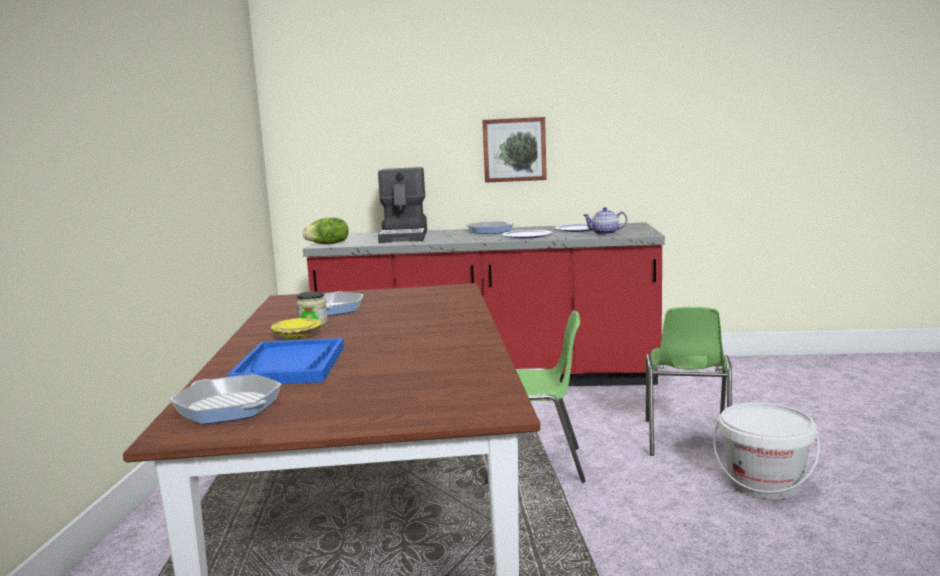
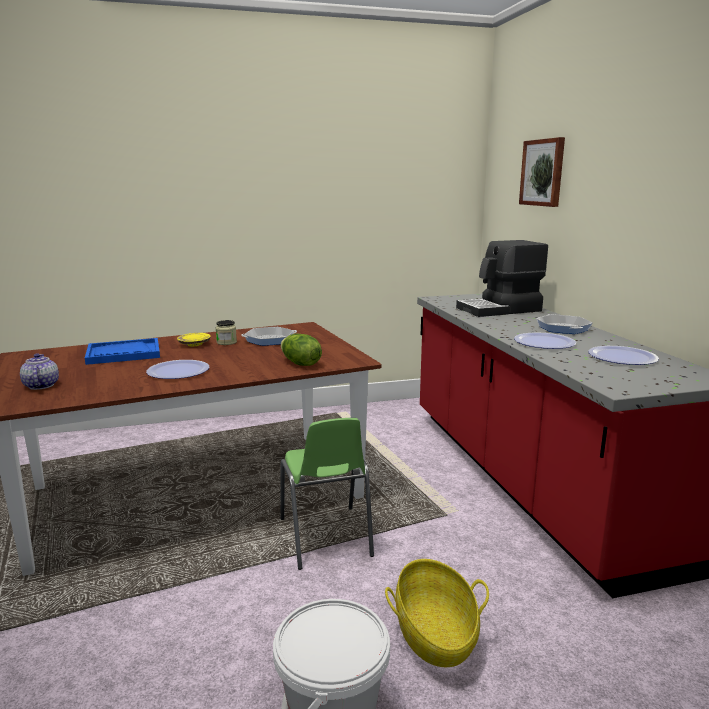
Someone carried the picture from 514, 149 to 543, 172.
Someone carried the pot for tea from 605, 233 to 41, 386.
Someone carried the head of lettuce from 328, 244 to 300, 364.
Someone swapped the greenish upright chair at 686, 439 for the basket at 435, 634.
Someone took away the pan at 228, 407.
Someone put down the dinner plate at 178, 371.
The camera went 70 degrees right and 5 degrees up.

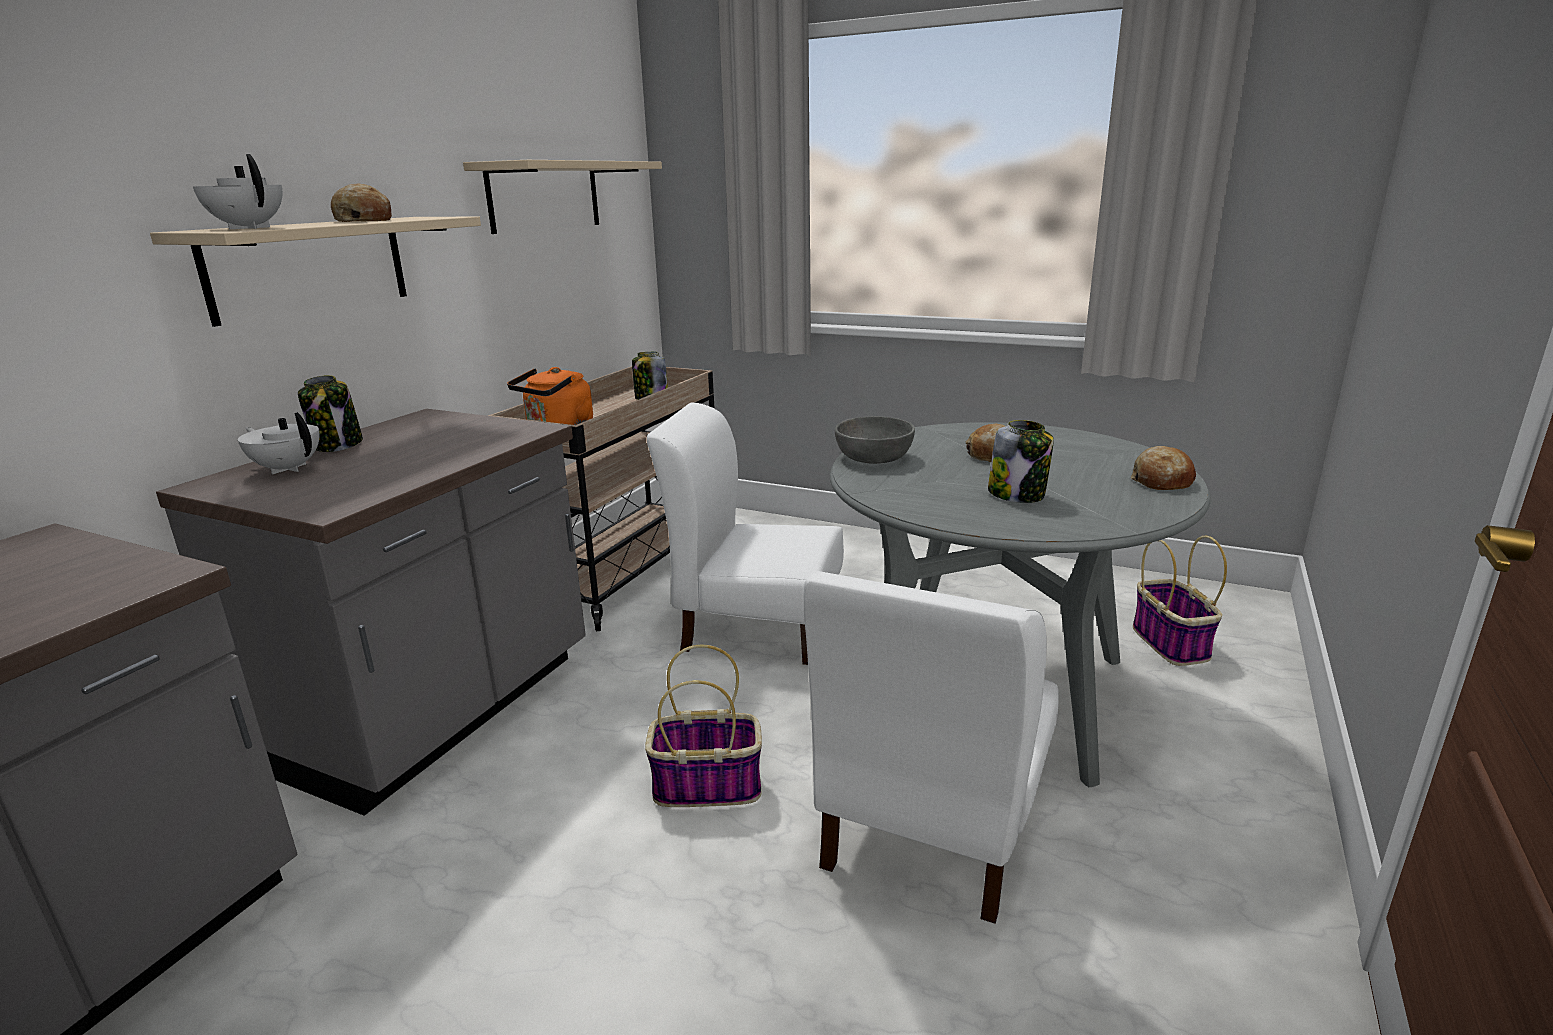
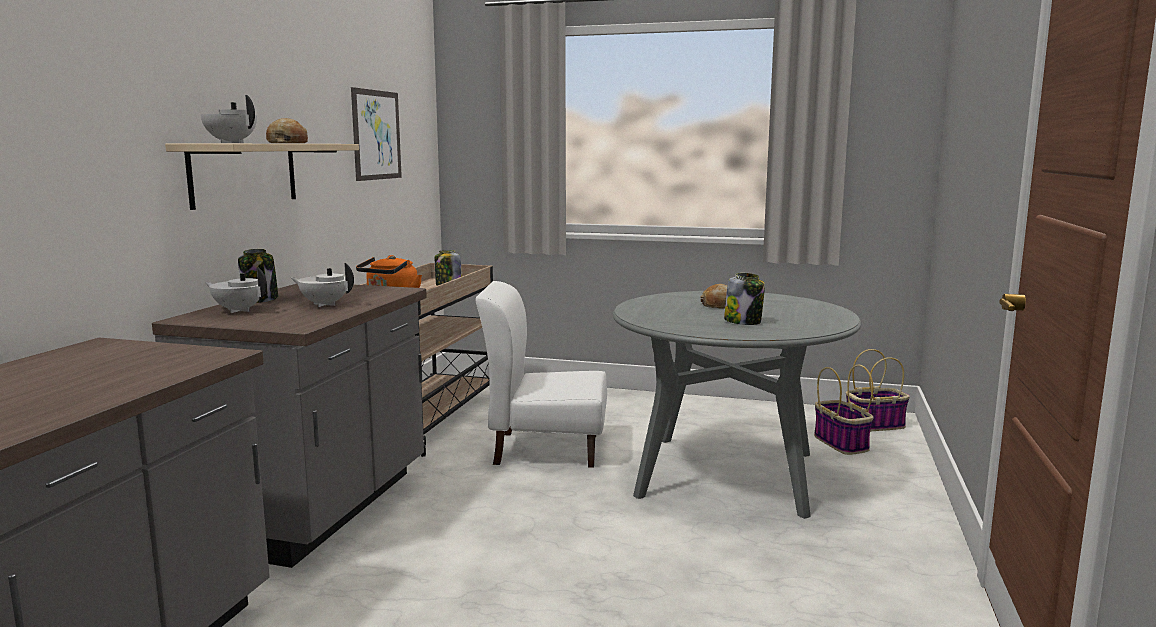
Someone swapped the beige bracket shelf at 545, 196 for the picture at 376, 135.
Someone took away the greyish serving bowl at 874, 457.
Someone took away the bakery bread at 1161, 481.
Someone took away the whitish upright chair at 929, 829.
Someone carried the basket from 709, 786 to 875, 425.
Someone put down the whitish pot for tea at 324, 304.
The camera went 10 degrees left and 10 degrees down.

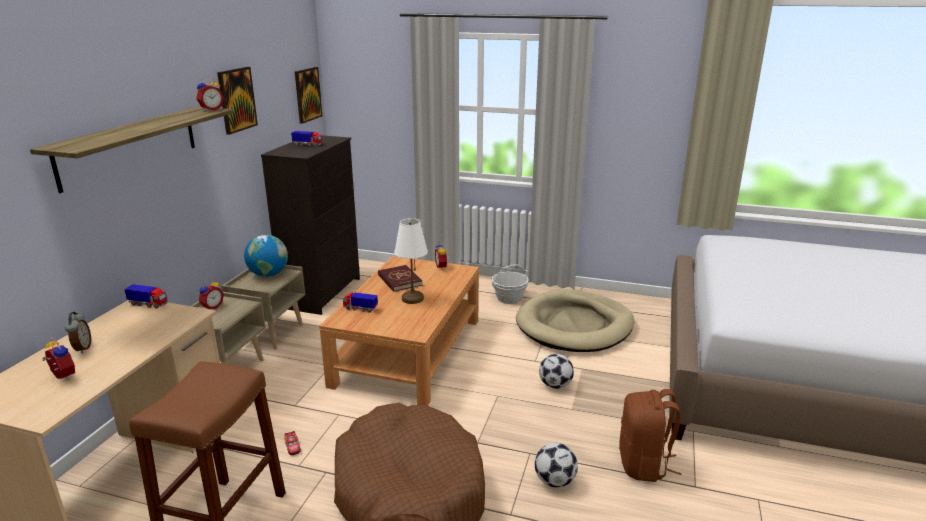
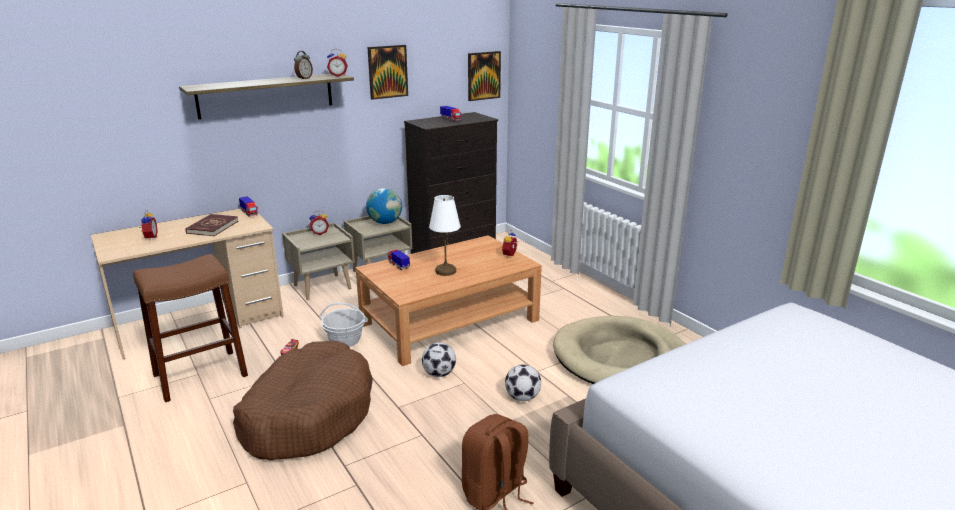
Someone carried the basket from 509, 298 to 345, 340.
Someone carried the red bound book from 399, 280 to 212, 227.
Someone carried the bedside clock from 82, 348 to 304, 79.
Someone carried the football from 554, 481 to 439, 374.
The camera went 40 degrees right and 0 degrees up.

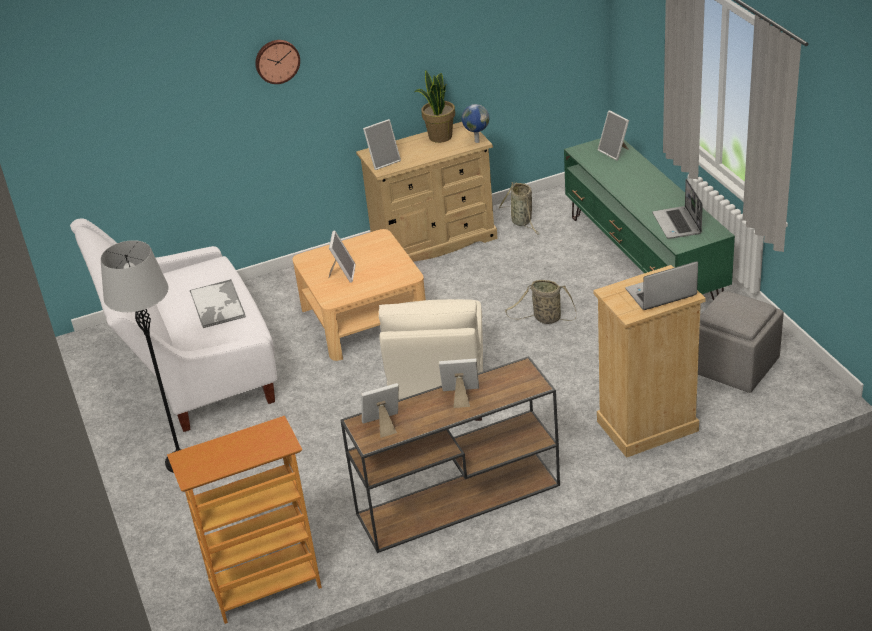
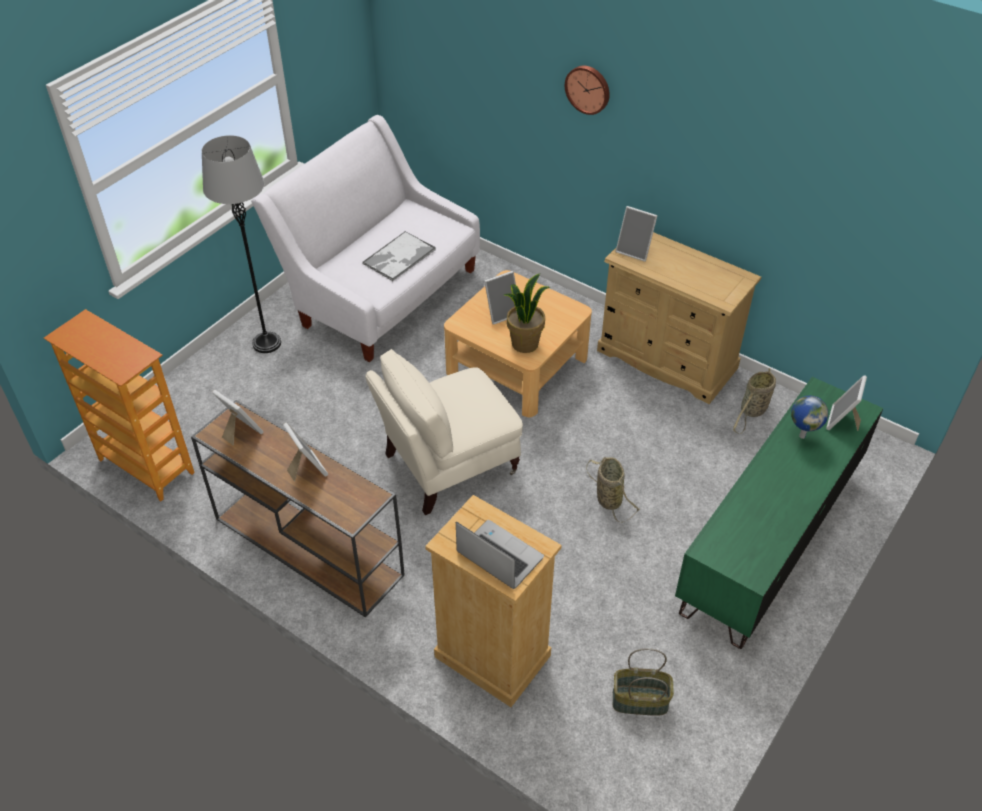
Someone carried the houseplant from 440, 137 to 524, 343.
Someone carried the globe from 476, 141 to 802, 435.
Someone took away the notebook computer at 677, 224.
Someone swapped the greyish pouffe at 734, 367 for the basket at 639, 701.
The camera went 55 degrees right and 10 degrees up.

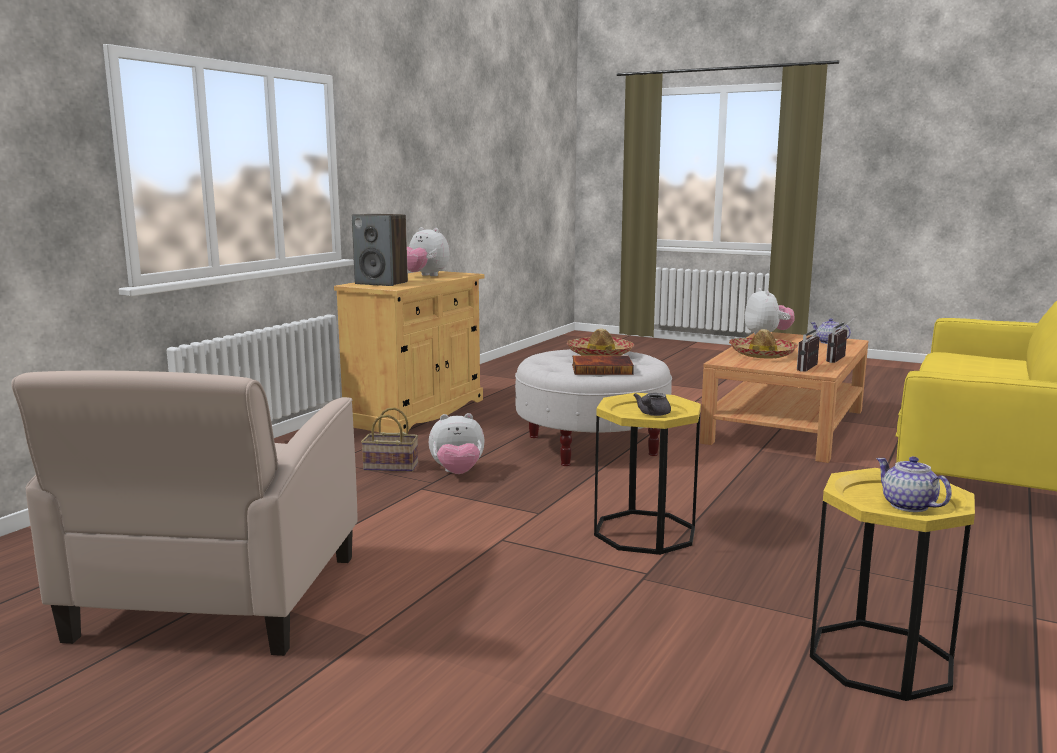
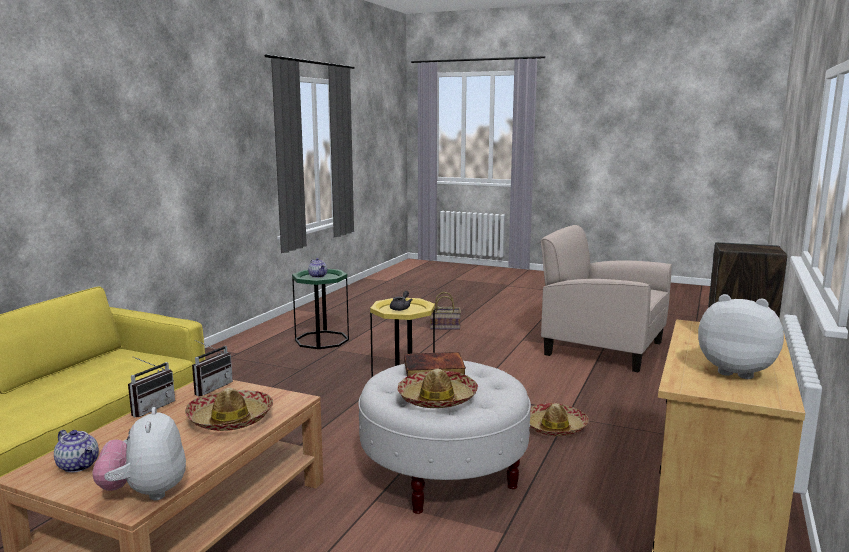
Someone rotated the beige lounge chair at 217, 599 by 60 degrees counterclockwise.
Someone carried the basket from 389, 467 to 445, 327.
Someone swapped the cuddly toy at 457, 473 for the clothing hat at 555, 427.
Someone repainted the yellow accent table at 881, 659, which became the greenish accent table at 322, 340.
The camera went 175 degrees right and 0 degrees up.

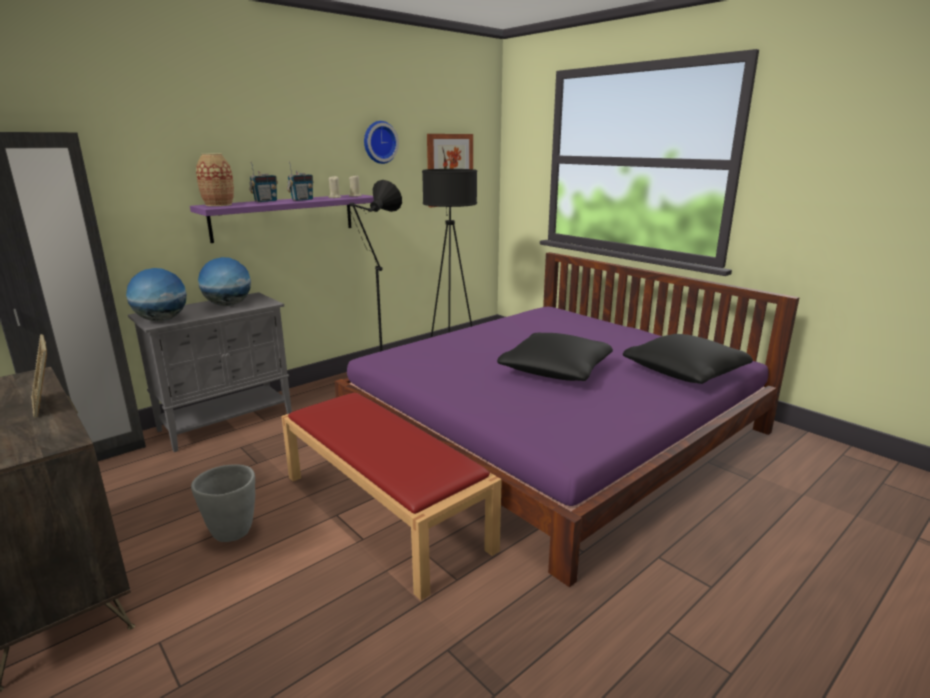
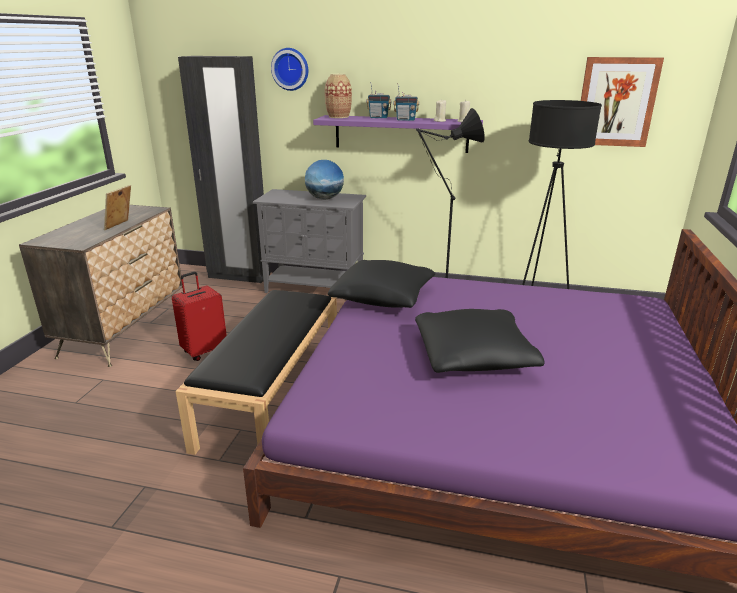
Someone carried the hanging clock from 379, 142 to 290, 69.
Someone took away the globe at 161, 320.
Someone carried the blackish pillow from 684, 373 to 383, 298.
Someone repainted the red long seat at 385, 511, which became the blackish long seat at 273, 393.
Someone swapped the greyish planter at 232, 531 for the red piece of luggage at 204, 351.
The camera went 55 degrees right and 5 degrees up.

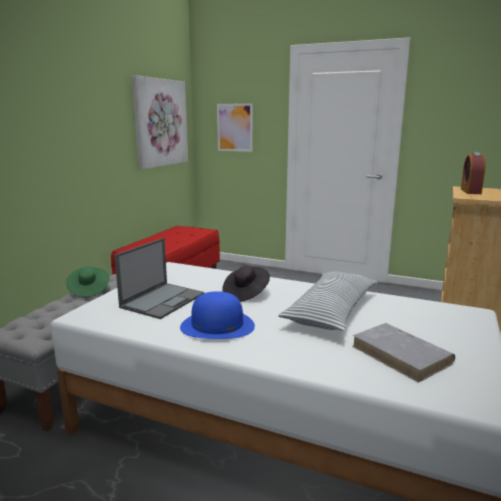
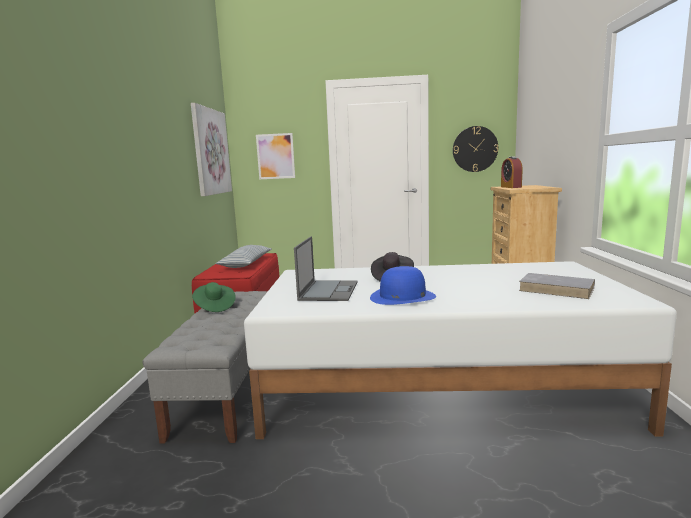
Someone carried the pillow from 331, 311 to 246, 263.
Someone put up the hanging clock at 475, 149.
The camera went 20 degrees left and 5 degrees down.

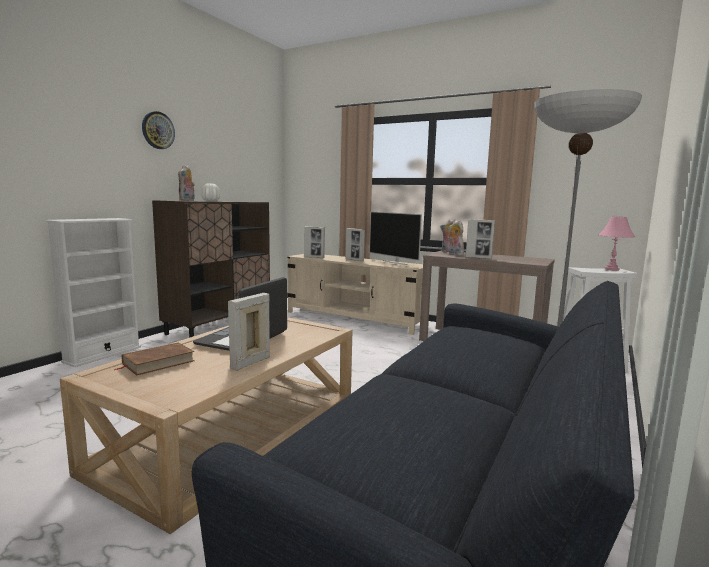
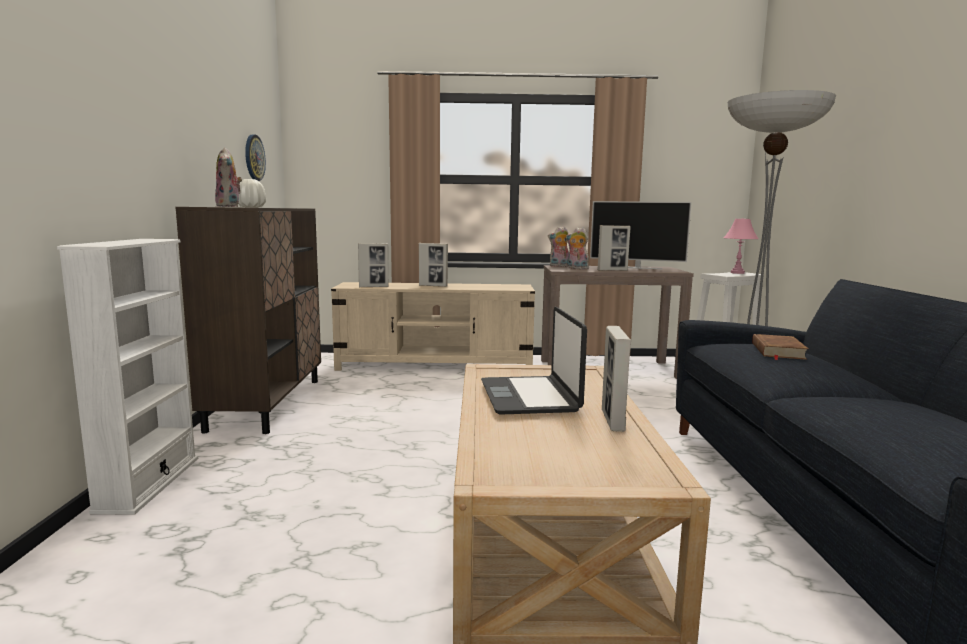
Someone carried the hanging clock from 158, 130 to 254, 157.
Someone carried the TV set from 394, 262 to 637, 268.
Someone carried the brownish bound book from 158, 362 to 777, 351.
The camera went 30 degrees left and 0 degrees up.

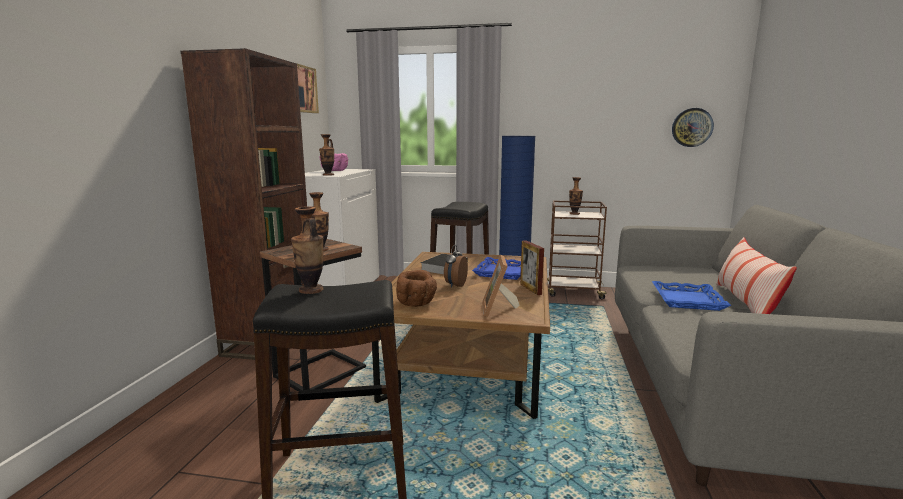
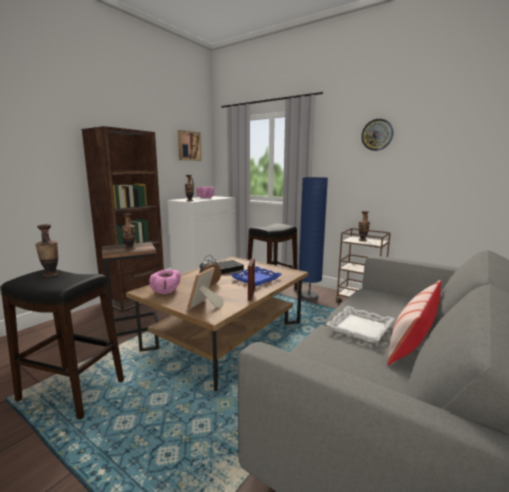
Someone carried the hanging clock from 692, 127 to 377, 135.
Someone repainted the brownish serving bowl at 417, 303, which became the pink-coloured serving bowl at 166, 291.
Someone repainted the blue-coloured serving tray at 687, 300, which became the whitish serving tray at 359, 328.
The camera went 25 degrees right and 0 degrees up.

